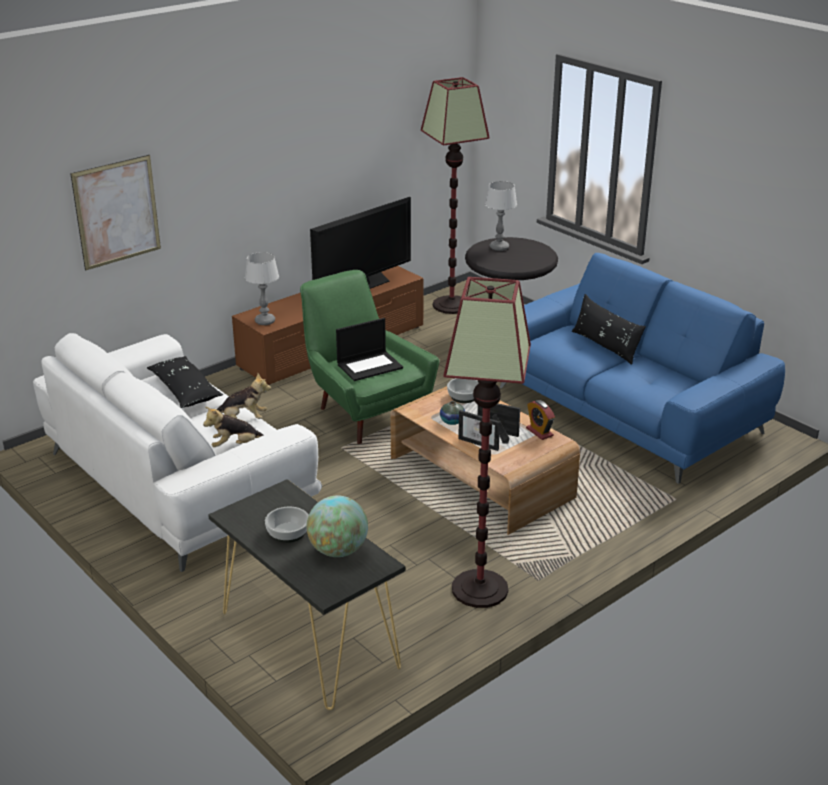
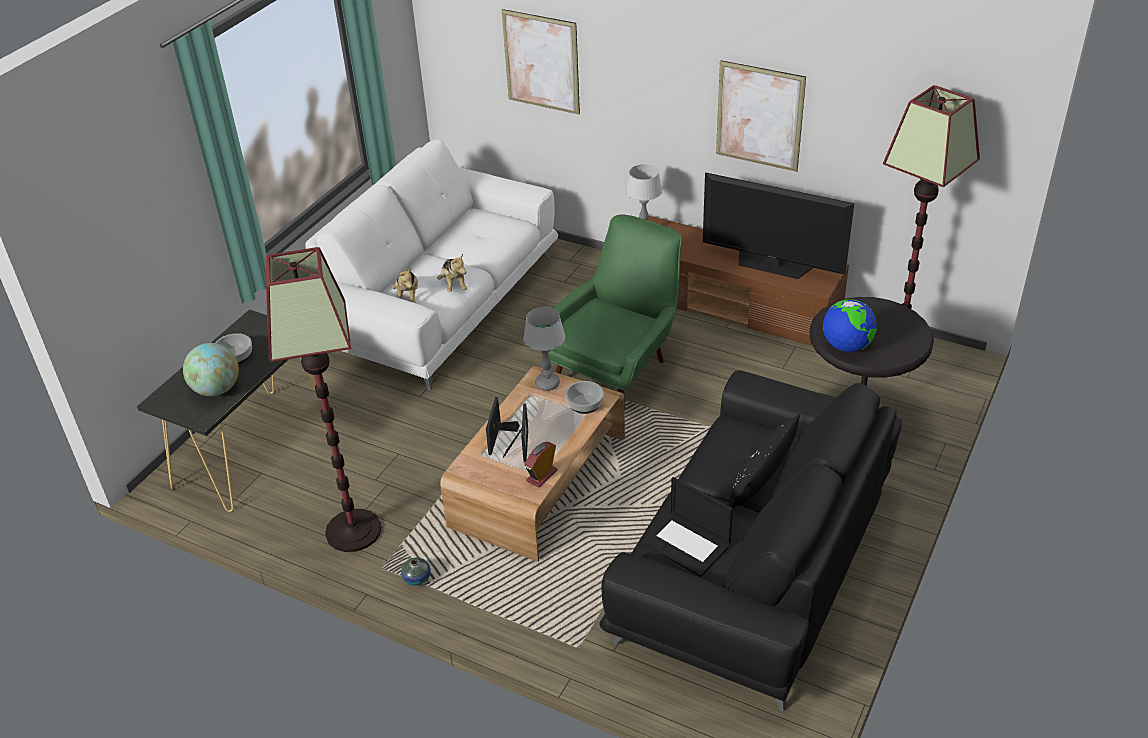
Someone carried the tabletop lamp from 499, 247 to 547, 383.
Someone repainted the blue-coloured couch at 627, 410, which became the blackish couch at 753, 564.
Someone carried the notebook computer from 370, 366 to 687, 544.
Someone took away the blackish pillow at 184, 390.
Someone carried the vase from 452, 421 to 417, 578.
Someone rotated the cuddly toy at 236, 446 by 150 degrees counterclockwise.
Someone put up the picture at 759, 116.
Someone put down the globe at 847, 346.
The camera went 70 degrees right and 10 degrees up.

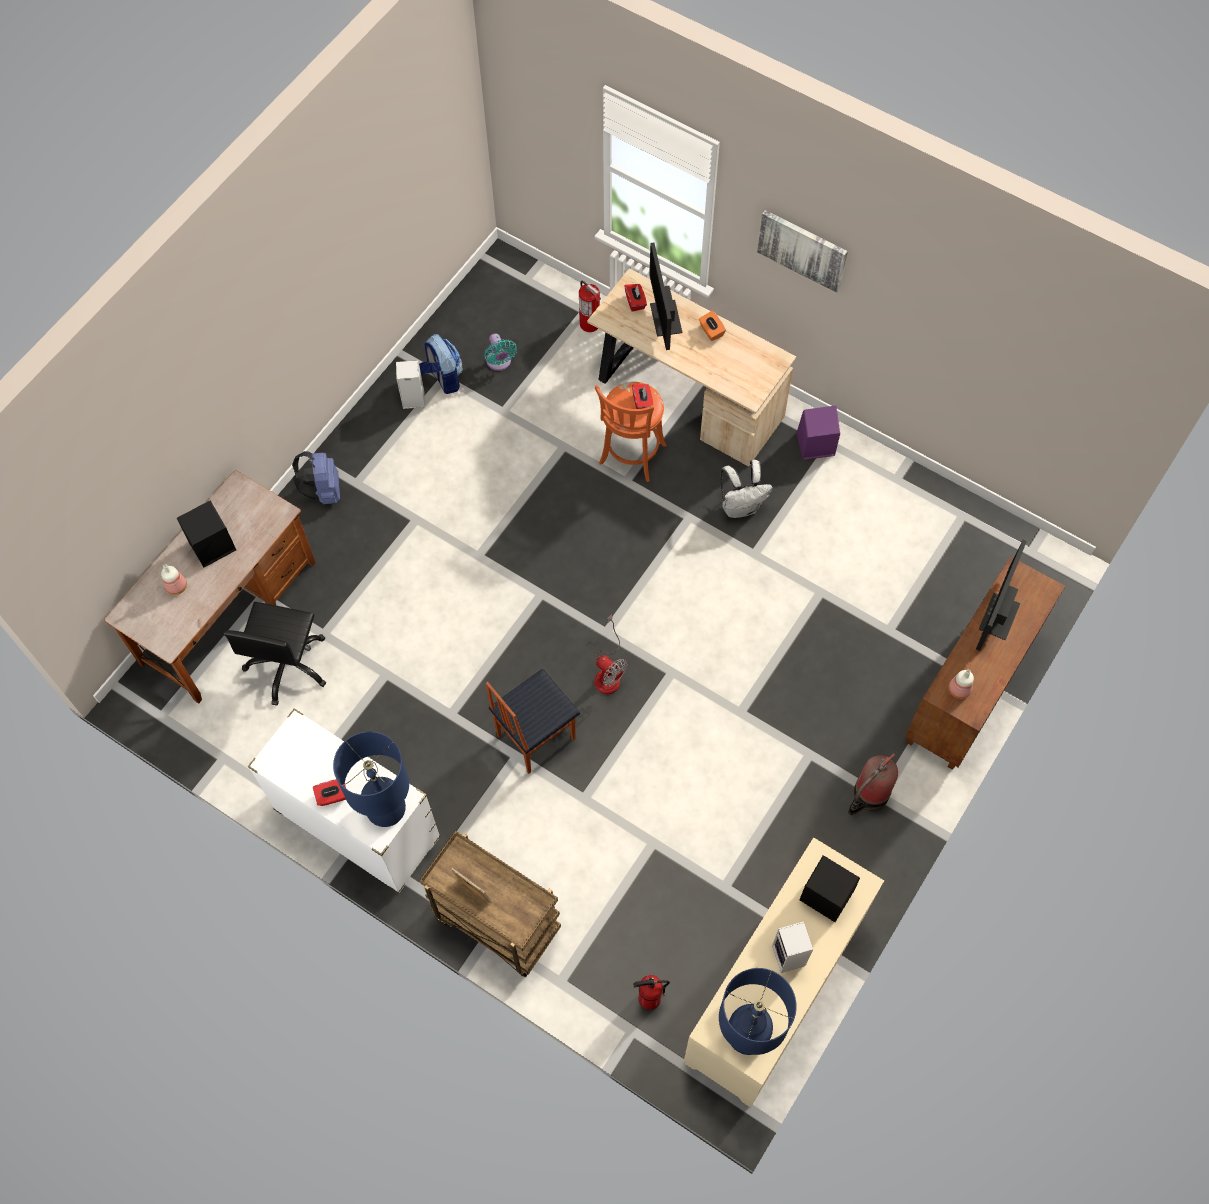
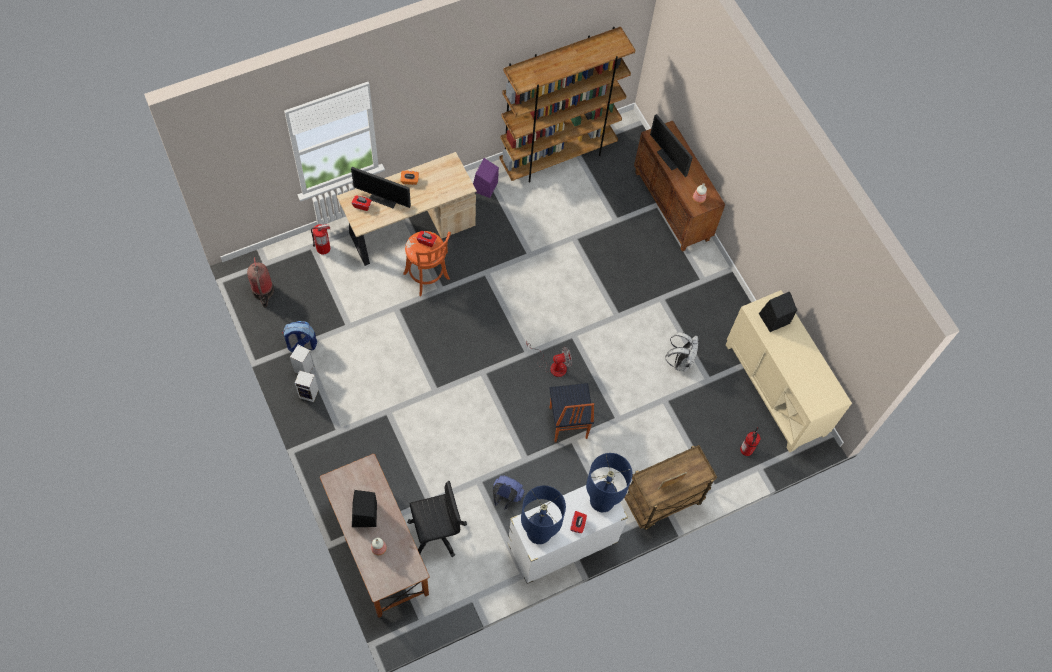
Someone took away the picture at 803, 249.
Someone took away the turquoise electric fan at 499, 363.
Someone carried the blue-coloured rucksack from 323, 491 to 506, 497.
Someone carried the whitish rucksack from 741, 506 to 680, 361.
Someone rotated the blackish desk chair at 288, 665 by 60 degrees counterclockwise.
Someone carried the extinguisher from 868, 795 to 263, 292.
Someone carried the audio speaker from 789, 957 to 309, 393.
Someone carried the blue-coloured tabletop lamp from 748, 1033 to 539, 532.
Someone put down the brownish bookshelf at 558, 156.
The camera went 65 degrees left and 0 degrees up.

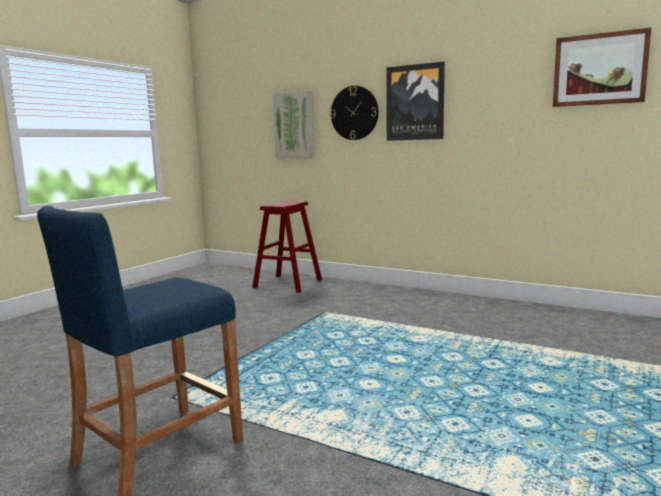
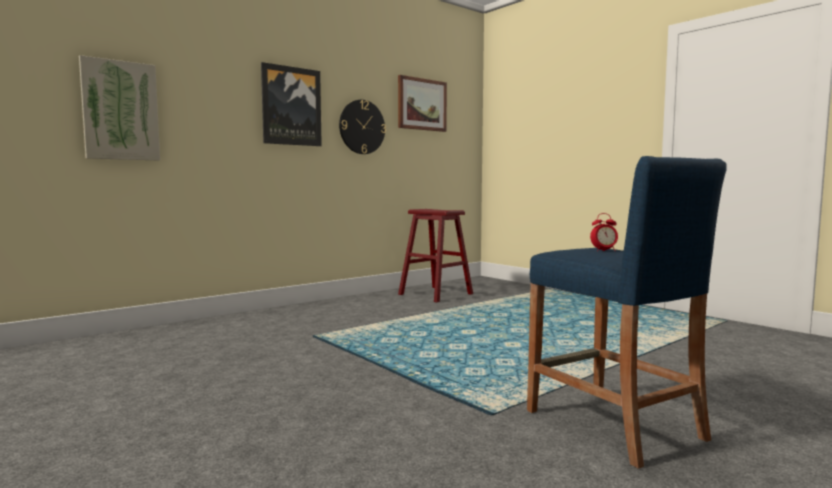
Someone carried the hanging clock from 354, 113 to 362, 127.
Someone carried the red sitting stool from 288, 283 to 435, 294.
Someone put down the bedside clock at 604, 251.
The camera went 70 degrees left and 5 degrees down.

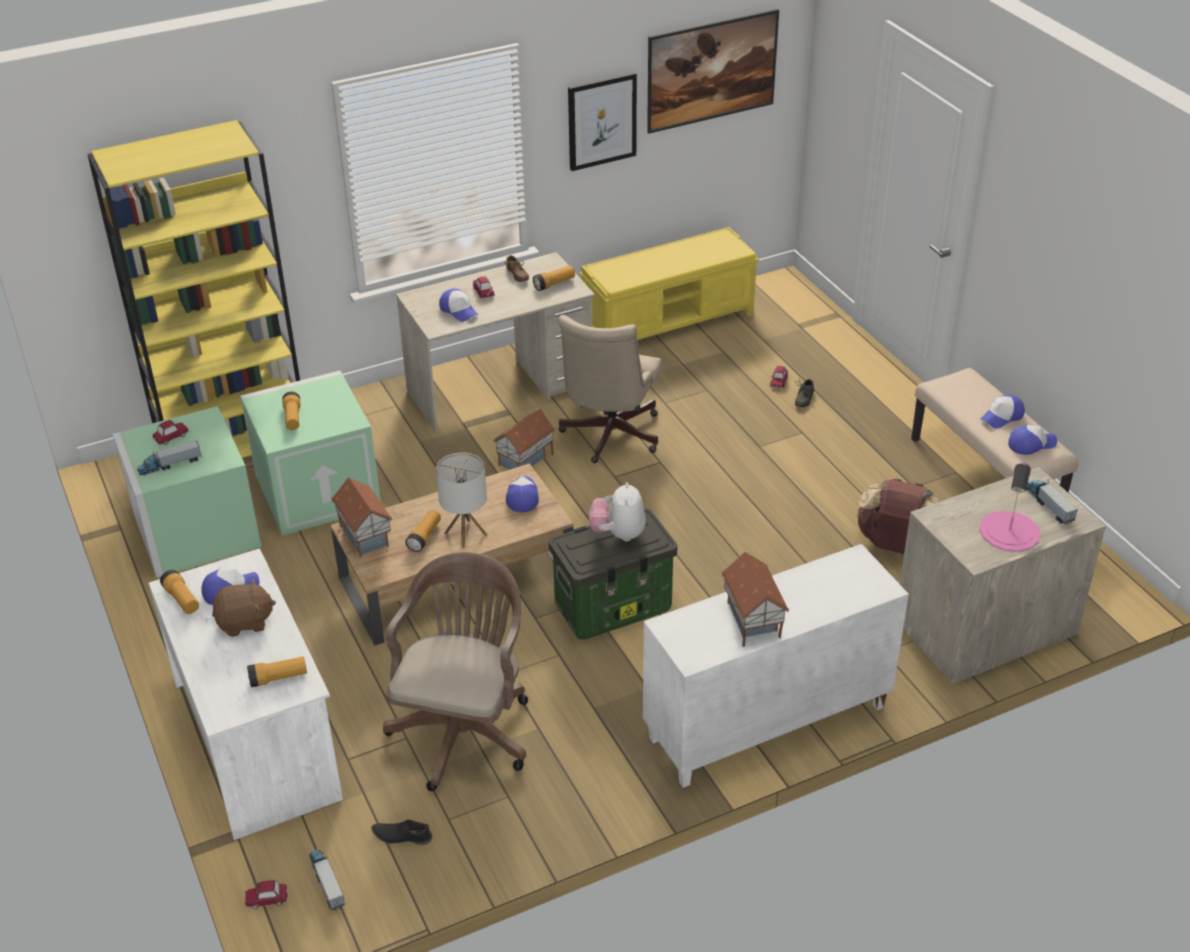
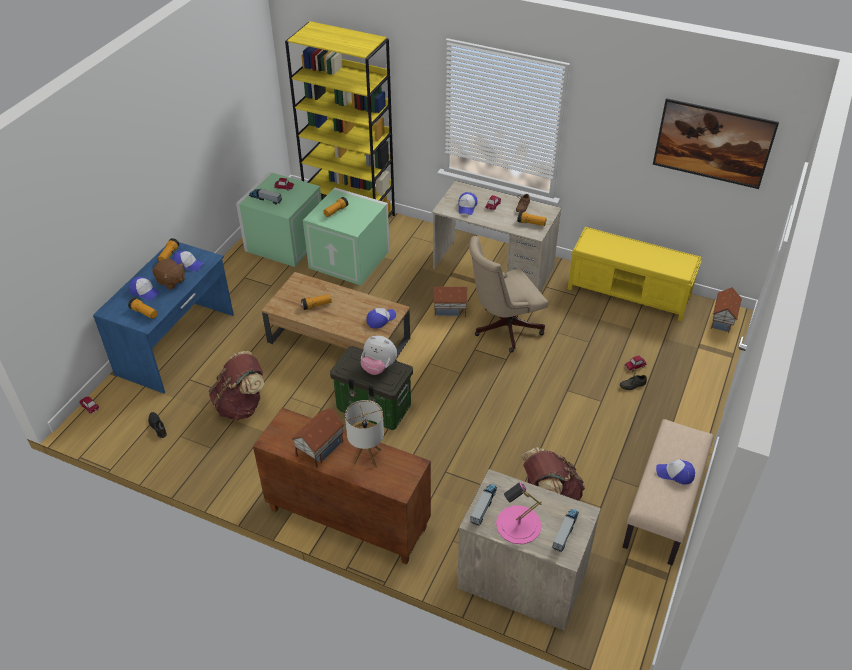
Someone took away the picture at 601, 121.
Someone carried the peaked cap from 1031, 444 to 145, 291.
Someone carried the tabletop lamp from 465, 533 to 367, 456.
Someone carried the toy house from 366, 535 to 723, 321.
Someone rotated the cuddly toy at 618, 534 by 120 degrees counterclockwise.
Someone repainted the whitish storage cabinet at 766, 724, which became the brownish storage cabinet at 347, 519.
Someone repainted the whitish desk at 258, 739, which became the blue-coloured desk at 177, 344.
Someone swapped the brownish desk chair at 464, 728 for the brownish rucksack at 241, 405.
Someone carried the toy lorry from 326, 882 to 484, 506.
The camera went 50 degrees right and 5 degrees up.

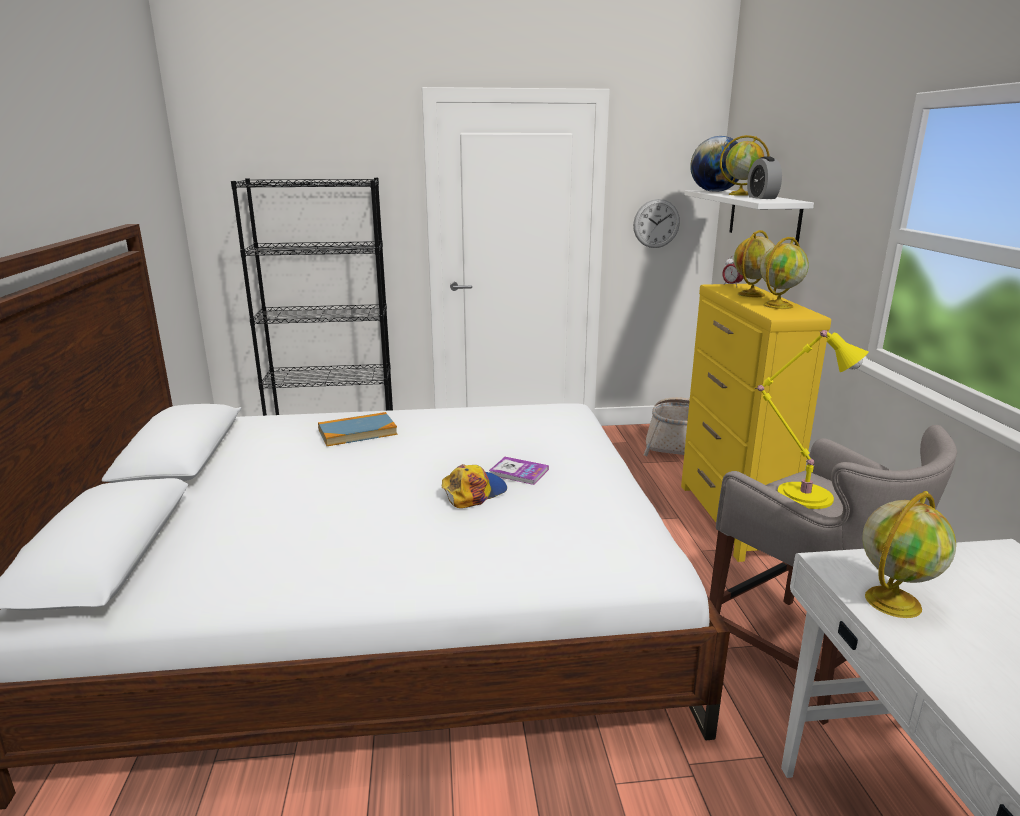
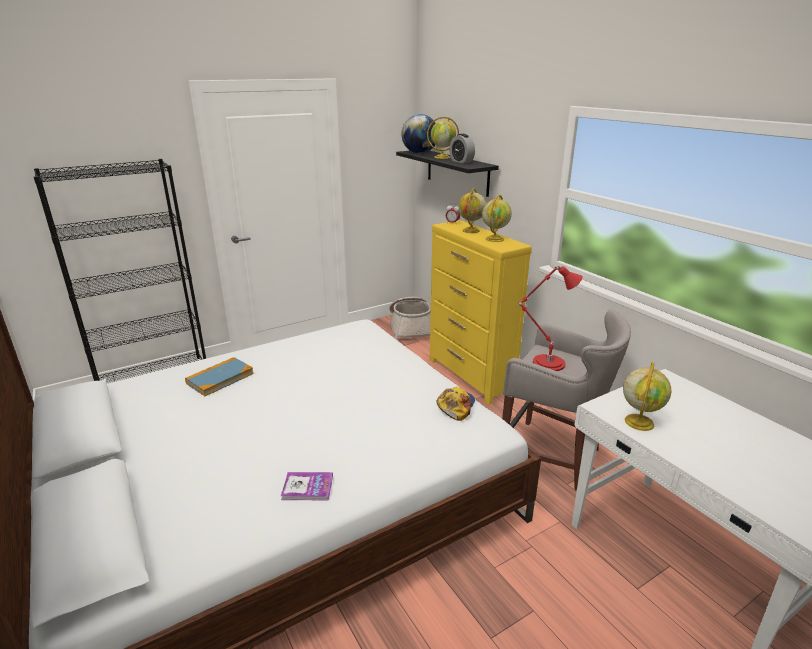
Someone repainted the whitish bracket shelf at 763, 218, which became the blackish bracket shelf at 457, 172.
Someone took away the hanging clock at 656, 223.
Someone repainted the yellow tabletop lamp at 799, 494, which became the red tabletop lamp at 545, 363.
Someone carried the bound book from 518, 472 to 307, 487.
Someone carried the peaked cap from 474, 492 to 455, 405.
The camera went 25 degrees left and 5 degrees up.

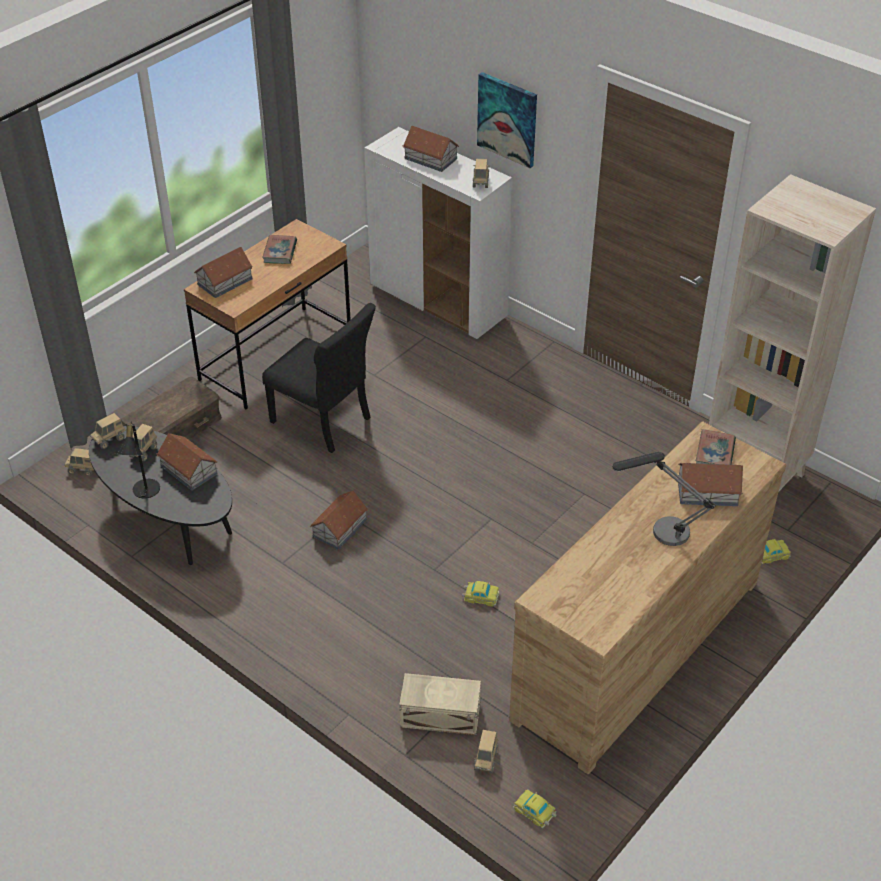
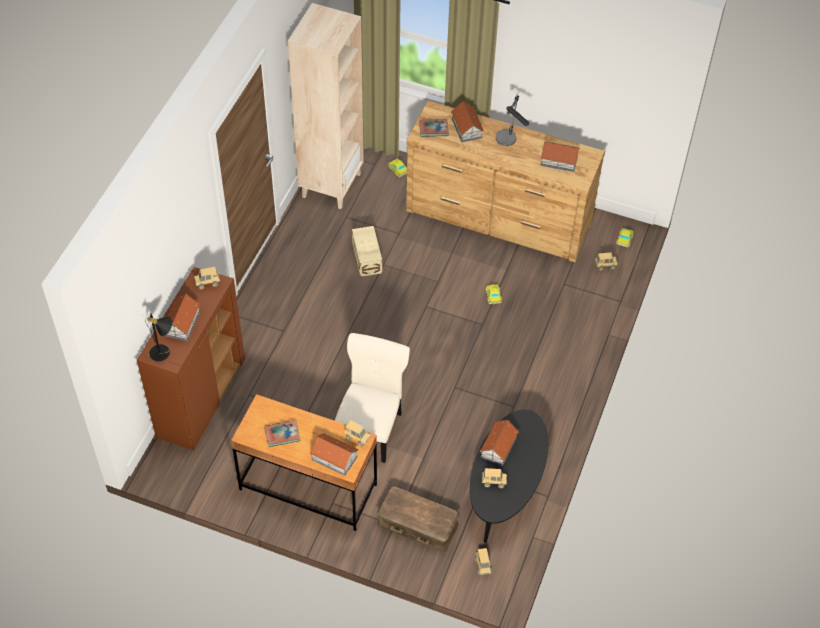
Someone took away the picture at 507, 119.
Someone repainted the whitish storage cabinet at 439, 301, which became the brownish storage cabinet at 201, 398.
Someone repainted the blackish upright chair at 323, 422, which became the beige upright chair at 371, 429.
Someone carried the toy lorry from 109, 440 to 357, 438.
Someone carried the blackish tabletop lamp from 143, 492 to 163, 353.
Someone carried the toy house from 339, 528 to 559, 161.
Someone carried the beige storage box from 439, 714 to 366, 258.
The camera went 110 degrees left and 10 degrees up.

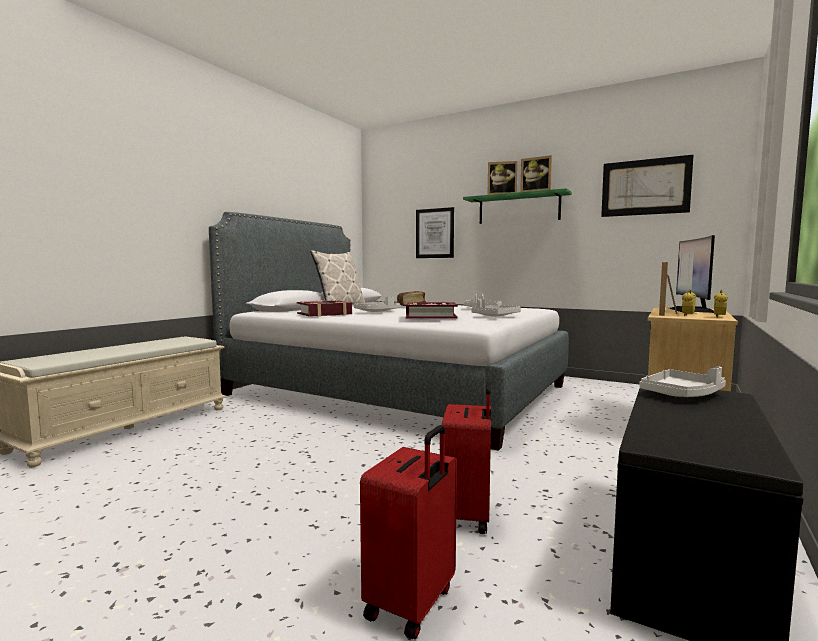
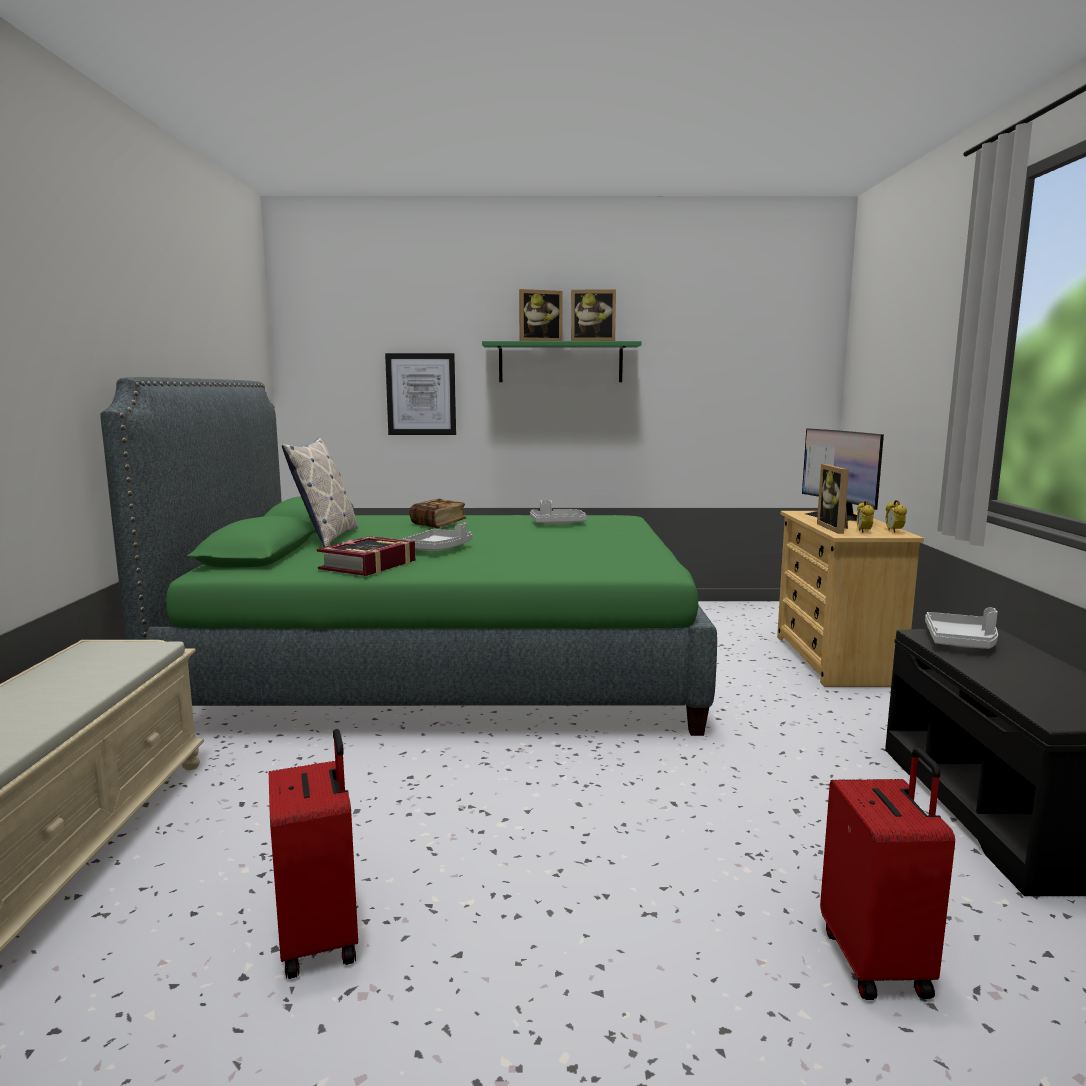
Someone took away the picture at 645, 187.
Someone repainted the greyish bed at 396, 390, which became the greenish bed at 446, 666.
Someone took away the greyish serving tray at 495, 316.
Someone took away the bound book at 430, 316.
Someone carried the red piece of luggage from 468, 516 to 321, 938.
The camera went 30 degrees left and 5 degrees up.

